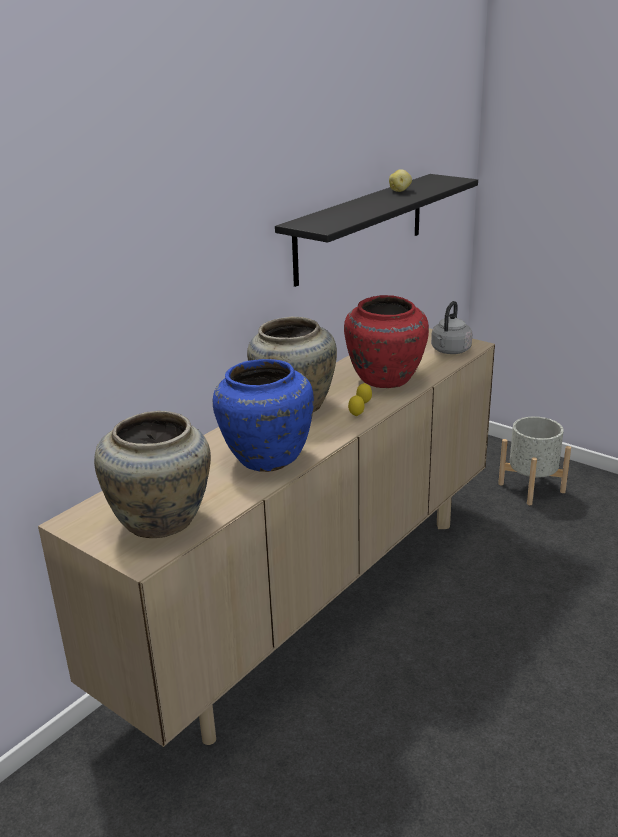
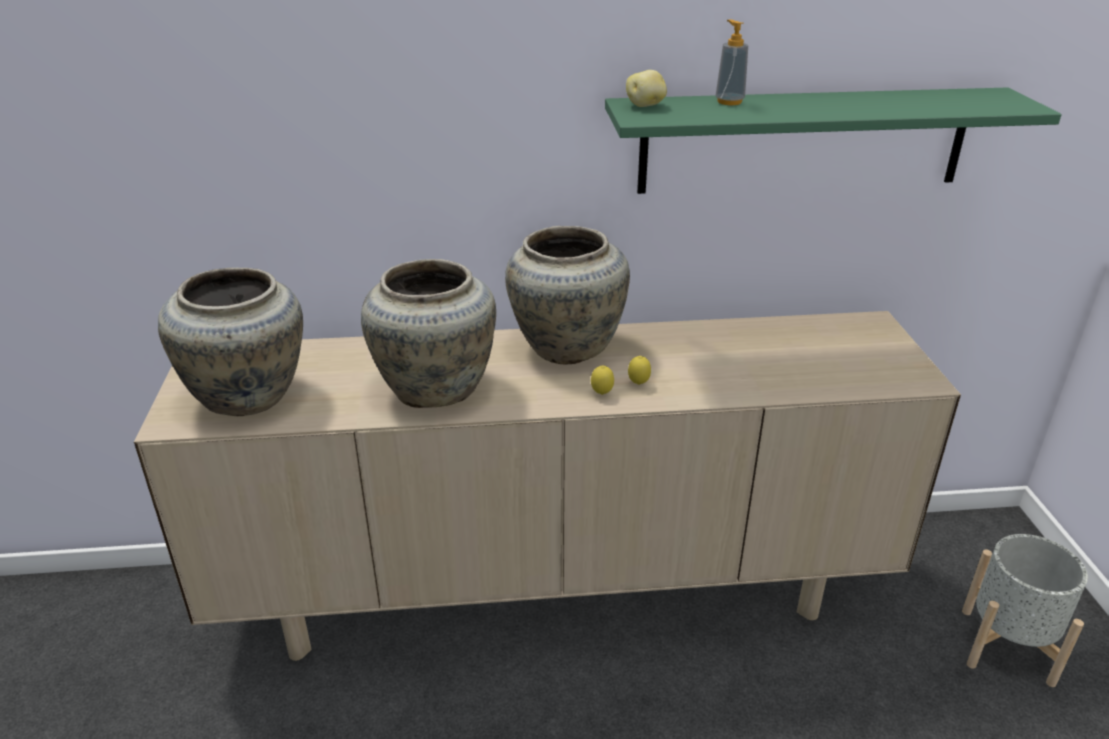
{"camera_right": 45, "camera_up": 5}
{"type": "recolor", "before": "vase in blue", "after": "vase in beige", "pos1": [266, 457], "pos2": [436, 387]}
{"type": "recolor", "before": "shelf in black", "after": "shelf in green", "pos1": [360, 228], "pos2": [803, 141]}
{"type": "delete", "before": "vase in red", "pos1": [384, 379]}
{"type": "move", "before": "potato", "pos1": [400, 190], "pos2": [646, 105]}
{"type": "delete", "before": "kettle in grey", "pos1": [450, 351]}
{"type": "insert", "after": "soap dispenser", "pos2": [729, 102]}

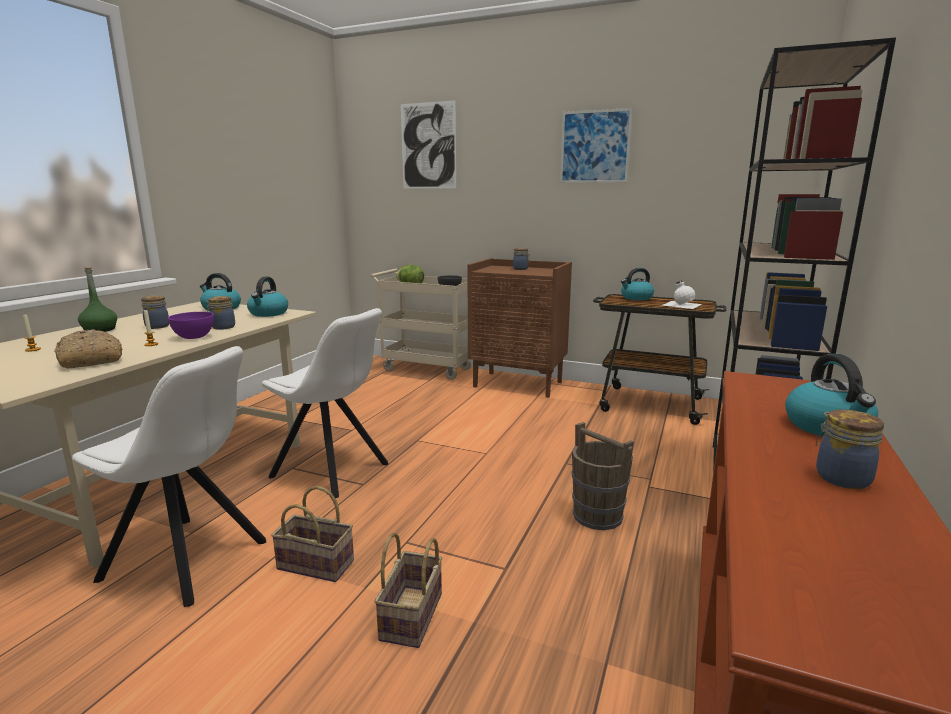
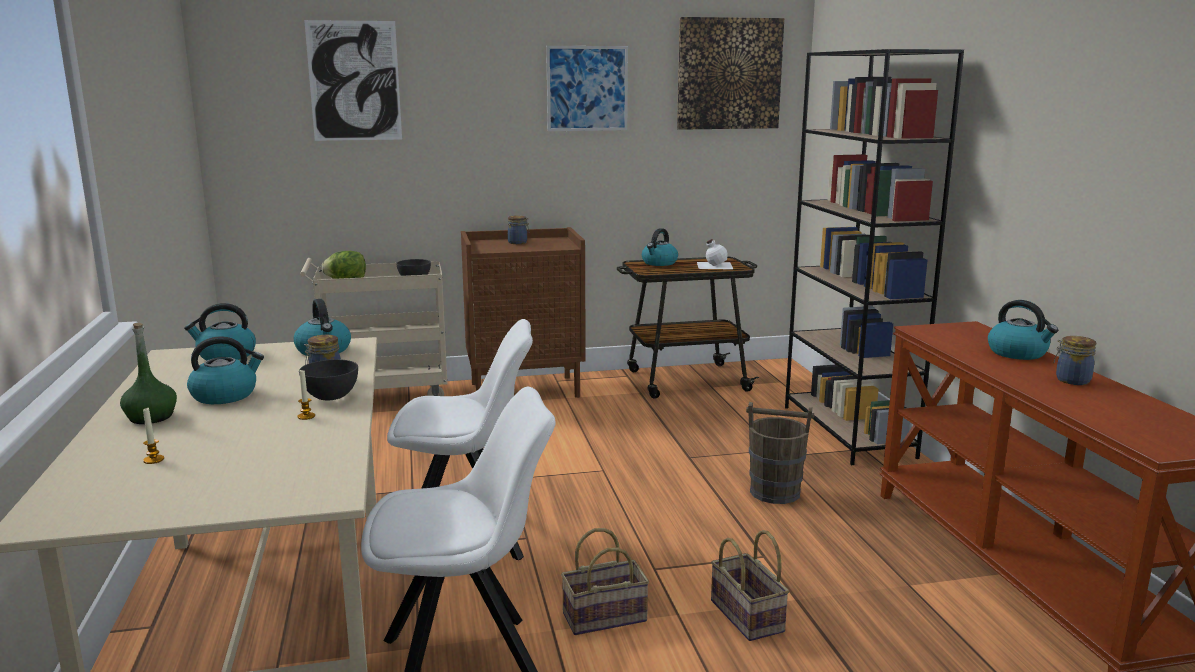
{"camera_right": -35, "camera_up": 0}
{"type": "delete", "before": "bread", "pos1": [89, 360]}
{"type": "replace", "before": "jar", "after": "kettle", "pos1": [158, 326], "pos2": [225, 395]}
{"type": "recolor", "before": "bowl in purple", "after": "bowl in grey", "pos1": [194, 337], "pos2": [331, 396]}
{"type": "insert", "after": "picture", "pos2": [729, 74]}

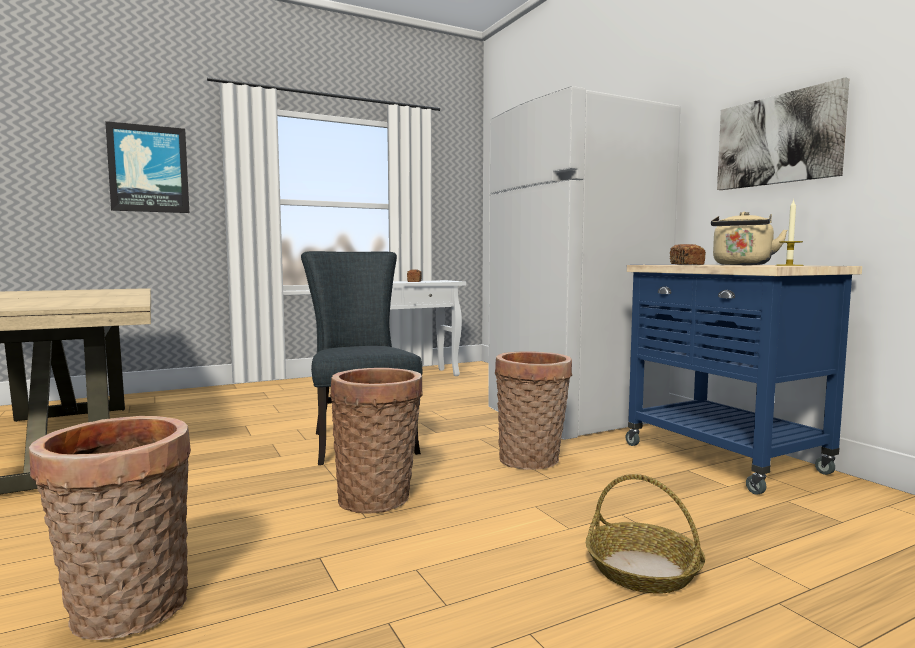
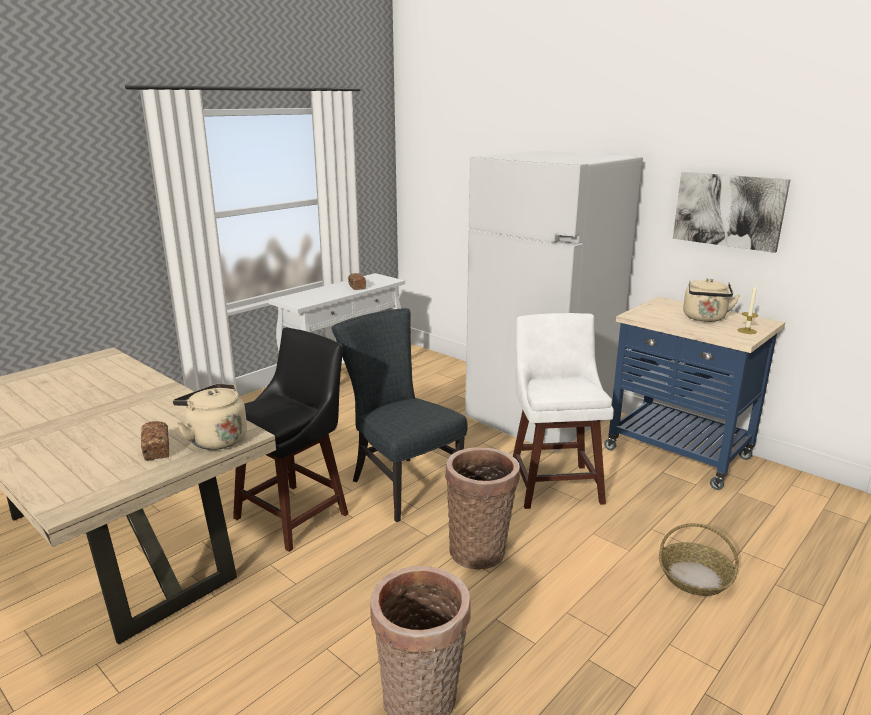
{"camera_right": -20, "camera_up": 15}
{"type": "delete", "before": "picture", "pos1": [148, 169]}
{"type": "replace", "before": "basket", "after": "chair in white", "pos1": [532, 461], "pos2": [554, 483]}
{"type": "move", "before": "bread", "pos1": [686, 264], "pos2": [157, 449]}
{"type": "insert", "after": "kettle in beige", "pos2": [215, 439]}
{"type": "insert", "after": "chair in black", "pos2": [296, 513]}

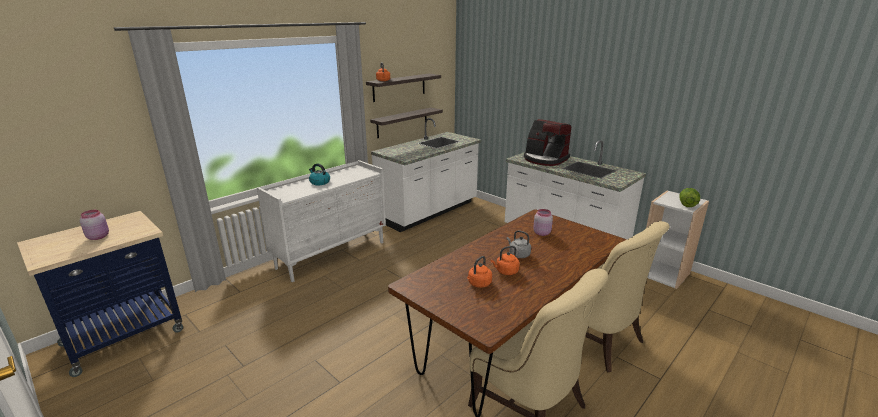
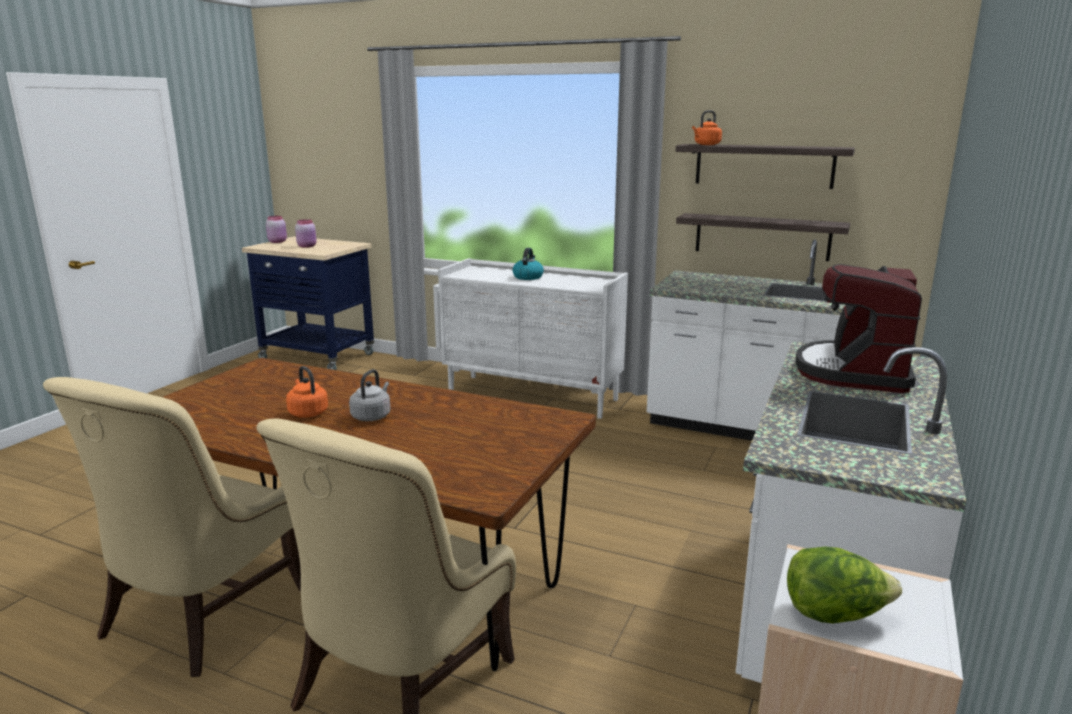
{"camera_right": 70, "camera_up": -5}
{"type": "delete", "before": "kettle in orange", "pos1": [478, 284]}
{"type": "move", "before": "jar in pink", "pos1": [541, 233], "pos2": [278, 241]}

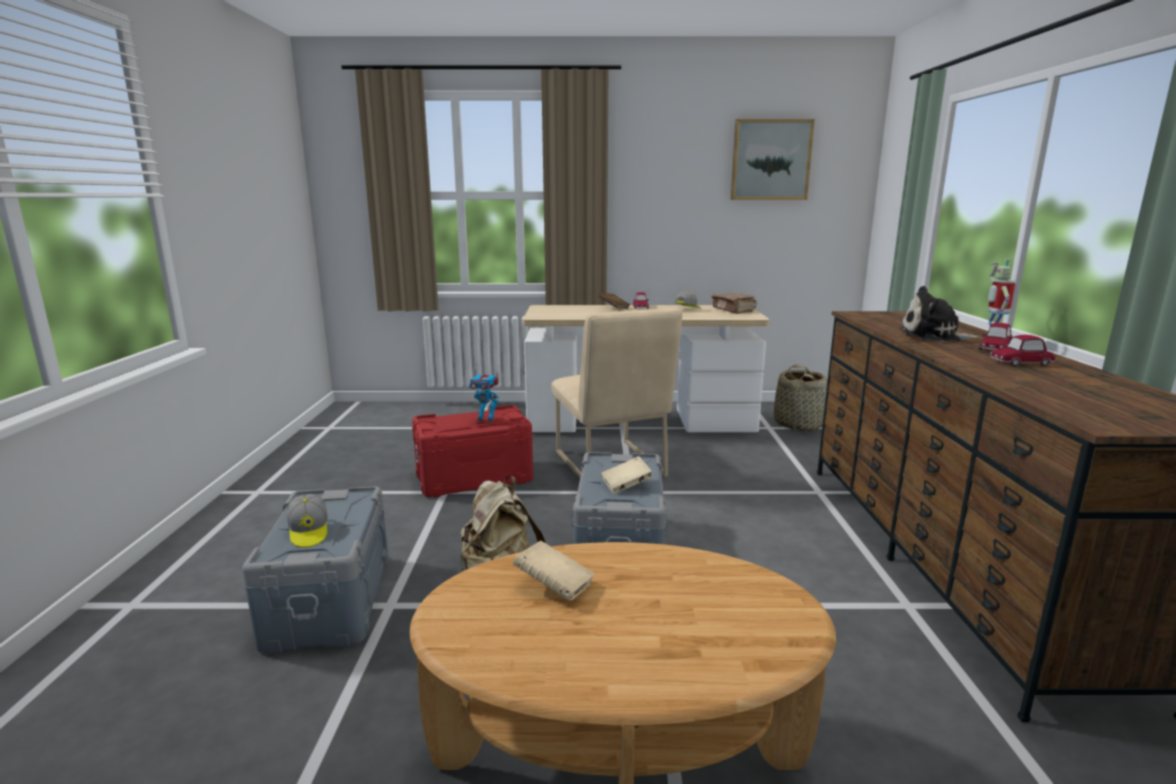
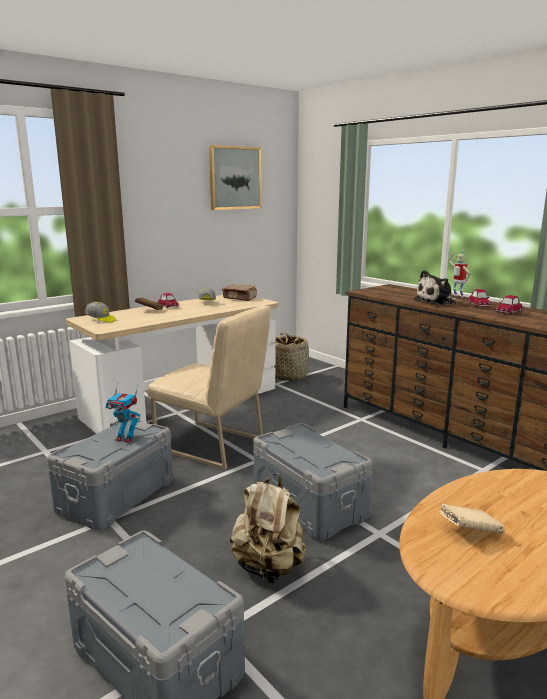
{"camera_right": -40, "camera_up": 0}
{"type": "move", "before": "cap", "pos1": [309, 532], "pos2": [101, 319]}
{"type": "recolor", "before": "storage box in red", "after": "storage box in grey", "pos1": [474, 477], "pos2": [115, 495]}
{"type": "rotate", "before": "toy robot", "pos1": [485, 421], "pos2": [125, 439], "turn": 45}
{"type": "delete", "before": "book in beige", "pos1": [626, 485]}

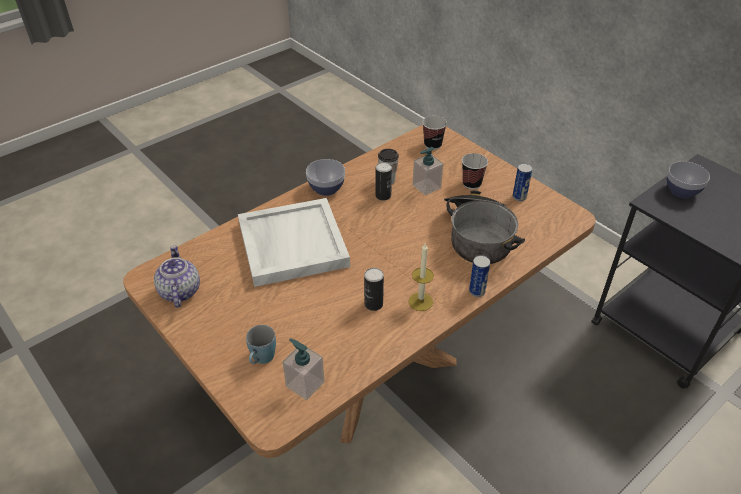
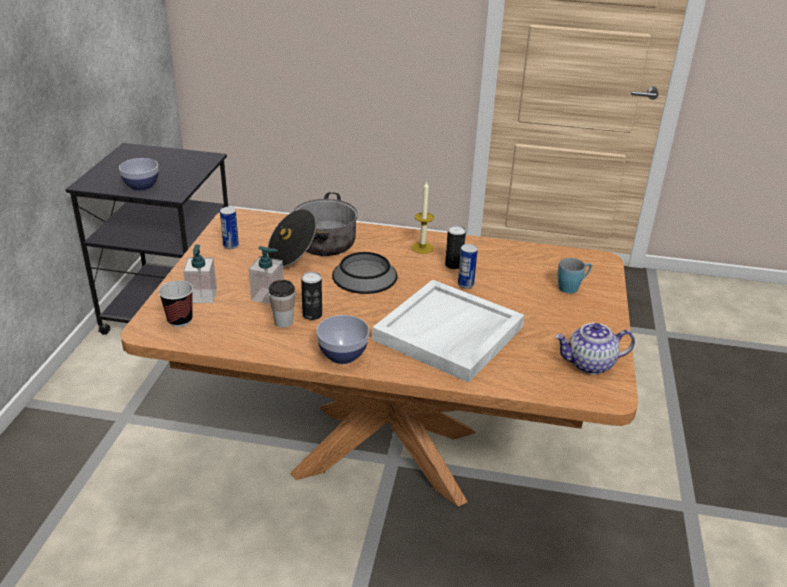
{"camera_right": -130, "camera_up": -10}
{"type": "rotate", "before": "teapot", "pos1": [179, 291], "pos2": [589, 364], "turn": 45}
{"type": "move", "before": "soap dispenser", "pos1": [305, 384], "pos2": [202, 296]}
{"type": "delete", "before": "cup", "pos1": [471, 184]}
{"type": "move", "before": "can", "pos1": [477, 291], "pos2": [465, 284]}
{"type": "insert", "after": "bowl", "pos2": [364, 276]}

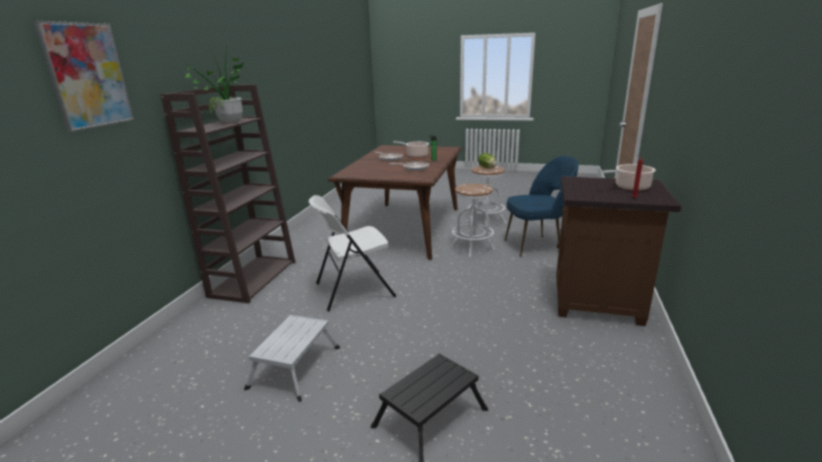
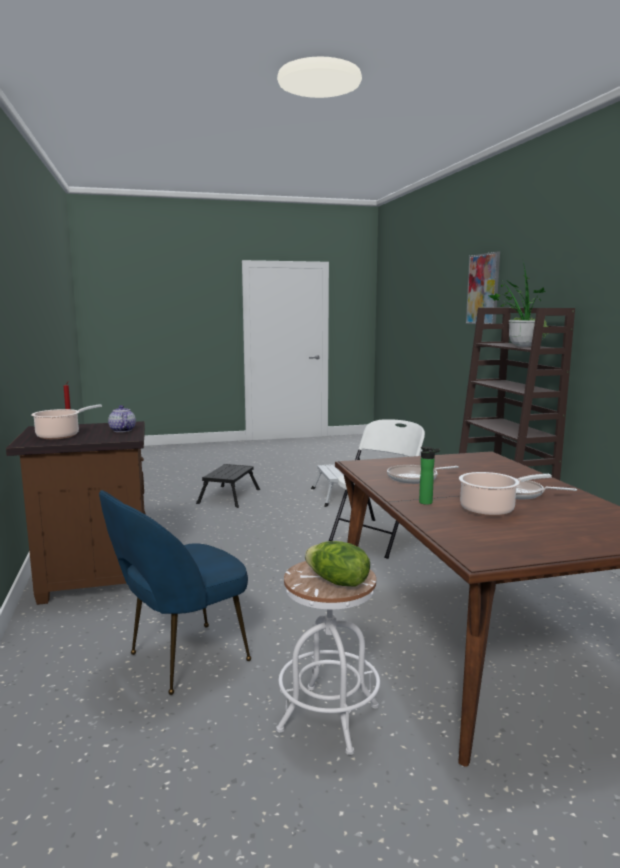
{"camera_right": 150, "camera_up": -10}
{"type": "delete", "before": "stool in white", "pos1": [472, 248]}
{"type": "insert", "after": "teapot", "pos2": [122, 430]}

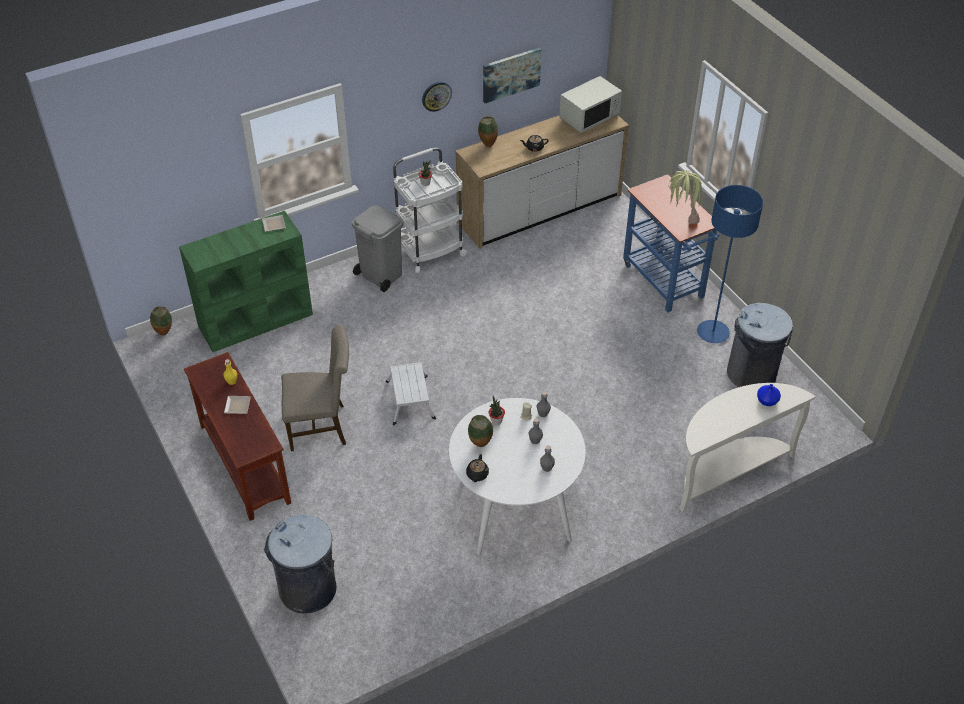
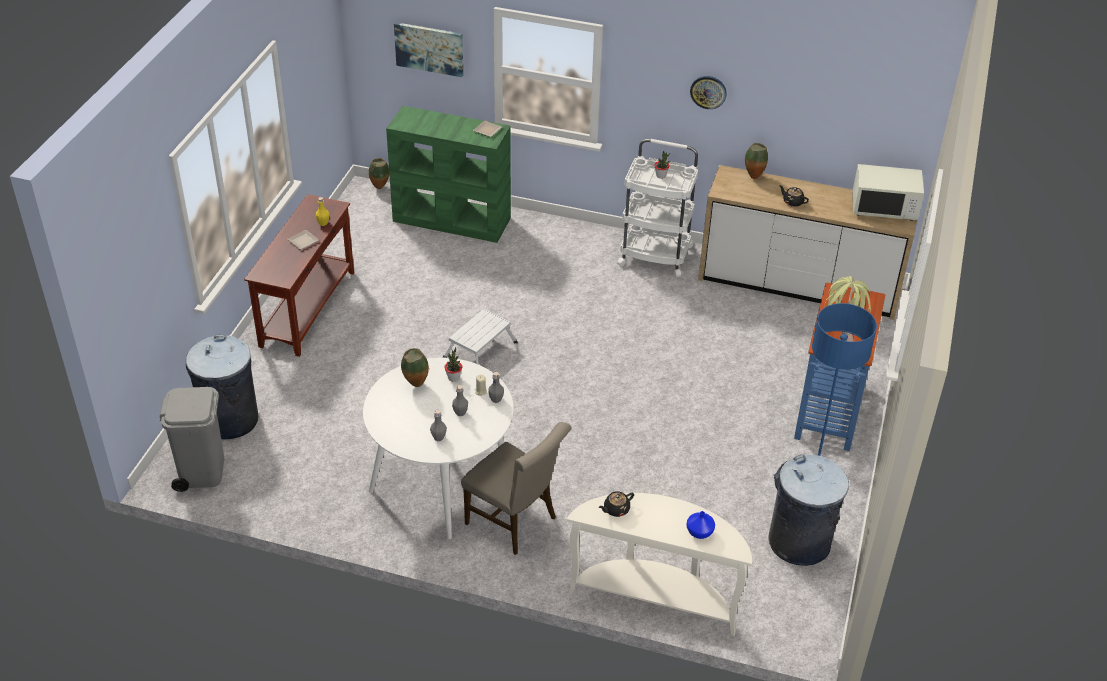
{"camera_right": 45, "camera_up": -5}
{"type": "move", "before": "chair in beige", "pos1": [322, 426], "pos2": [515, 522]}
{"type": "move", "before": "trash can in grey", "pos1": [380, 274], "pos2": [202, 471]}
{"type": "move", "before": "teapot in black", "pos1": [477, 475], "pos2": [616, 509]}
{"type": "move", "before": "picture", "pos1": [511, 74], "pos2": [429, 48]}

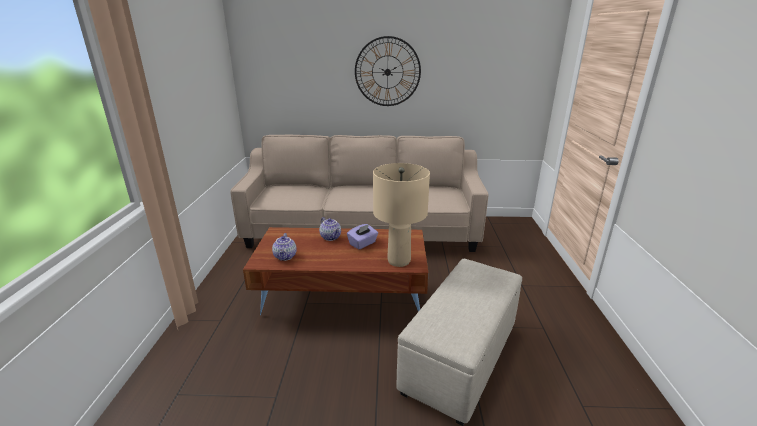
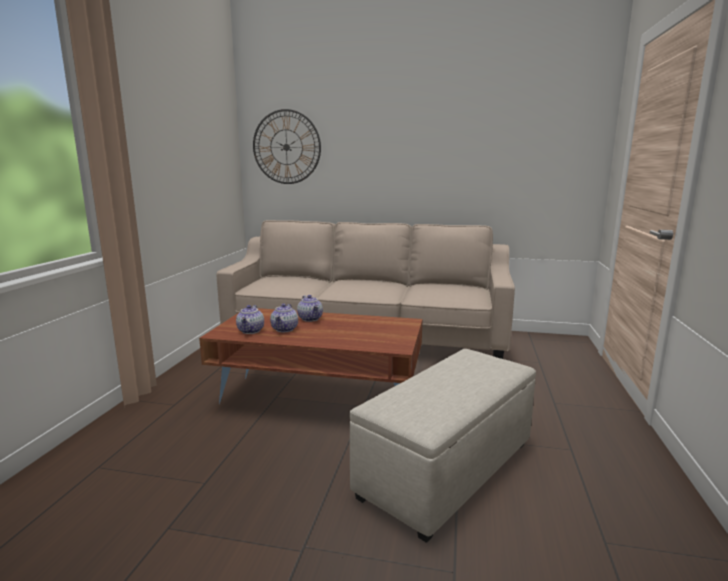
{"camera_right": 10, "camera_up": -10}
{"type": "delete", "before": "tissue box in purple", "pos1": [363, 244]}
{"type": "move", "before": "wall clock", "pos1": [387, 72], "pos2": [286, 147]}
{"type": "delete", "before": "table lamp in beige", "pos1": [399, 261]}
{"type": "insert", "after": "teapot", "pos2": [285, 329]}

